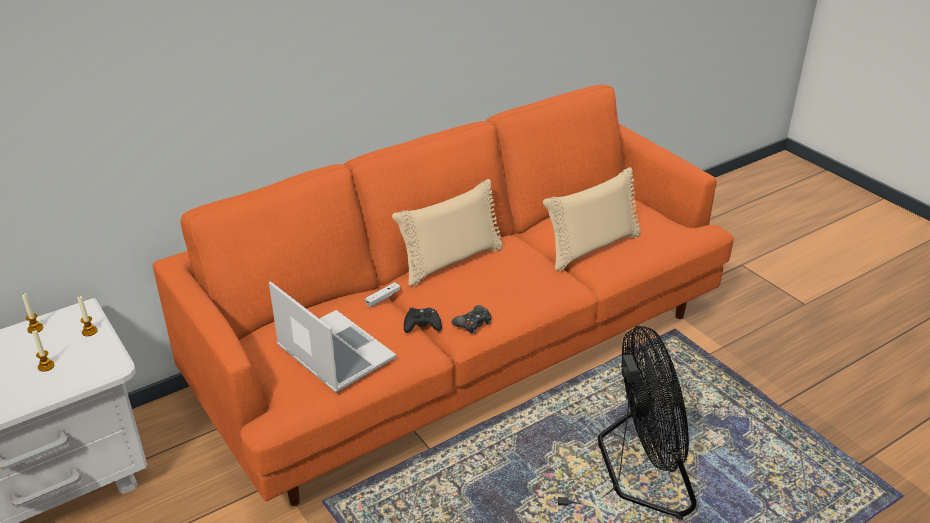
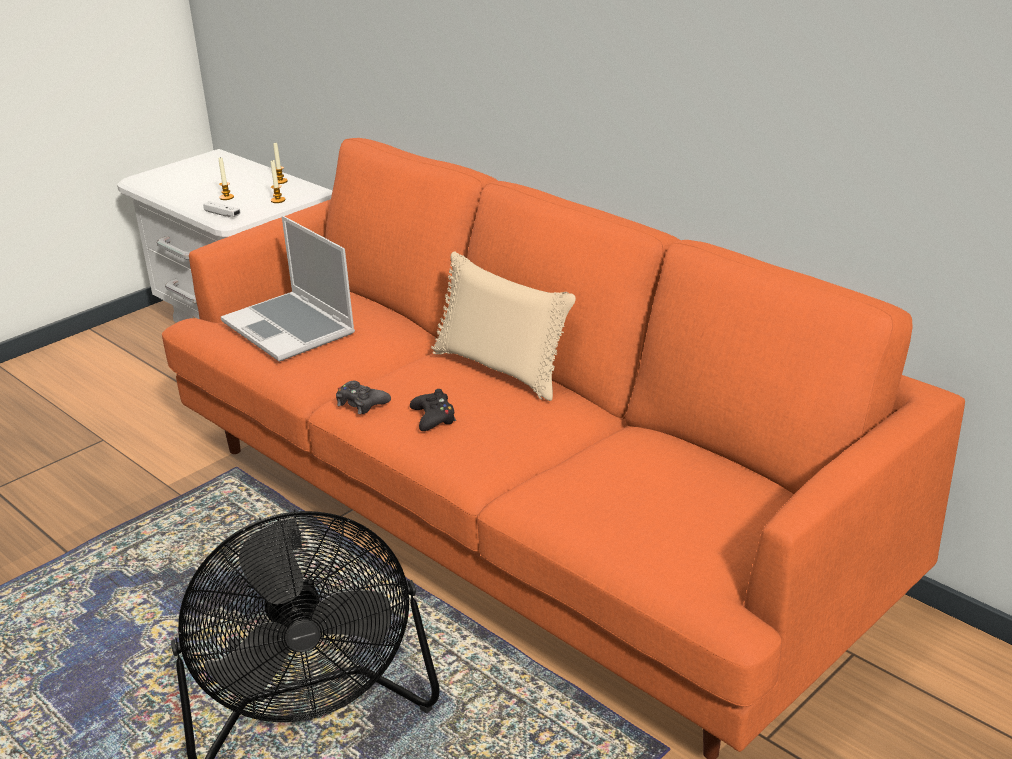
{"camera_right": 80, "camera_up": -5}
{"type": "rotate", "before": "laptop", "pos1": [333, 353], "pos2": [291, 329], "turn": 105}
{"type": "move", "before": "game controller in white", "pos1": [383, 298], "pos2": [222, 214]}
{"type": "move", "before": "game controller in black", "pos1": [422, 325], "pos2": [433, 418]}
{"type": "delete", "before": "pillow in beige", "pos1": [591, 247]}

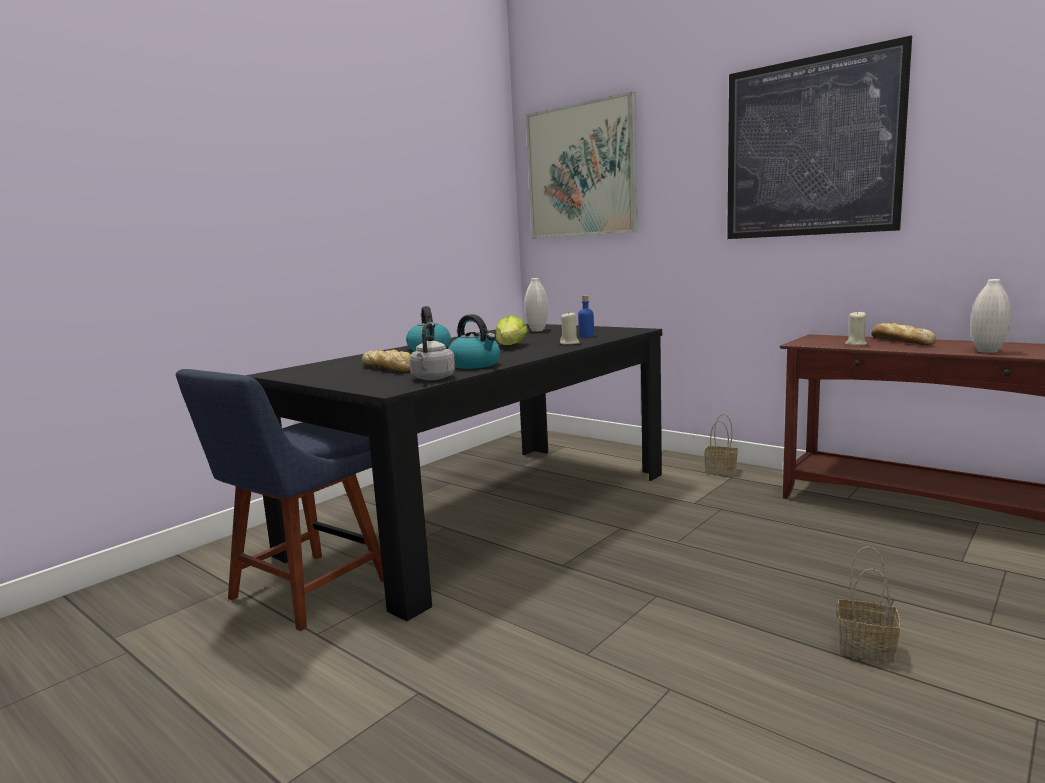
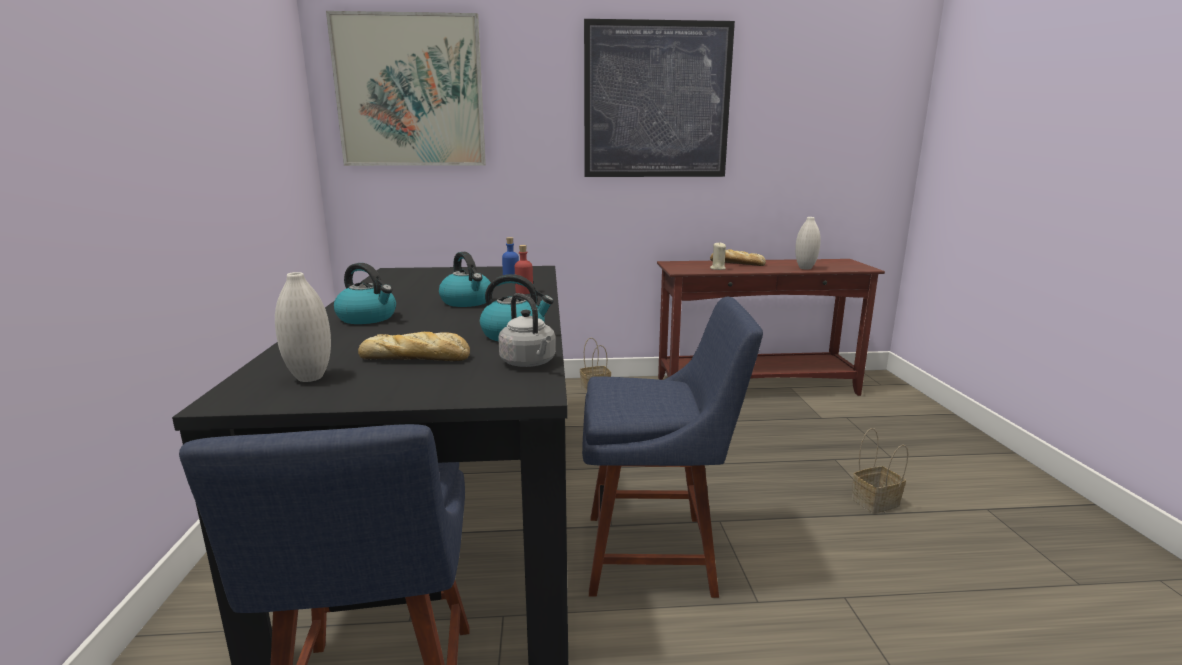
{"camera_right": -45, "camera_up": 5}
{"type": "replace", "before": "lettuce", "after": "kettle", "pos1": [511, 346], "pos2": [467, 302]}
{"type": "move", "before": "vase in white", "pos1": [537, 330], "pos2": [310, 377]}
{"type": "replace", "before": "candle in beige", "after": "bottle in red", "pos1": [569, 343], "pos2": [524, 292]}
{"type": "insert", "after": "chair in blue", "pos2": [657, 553]}

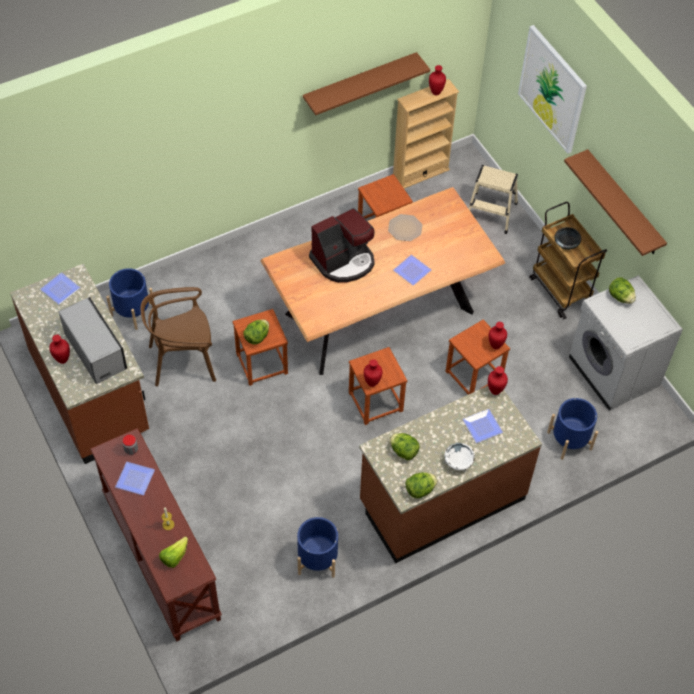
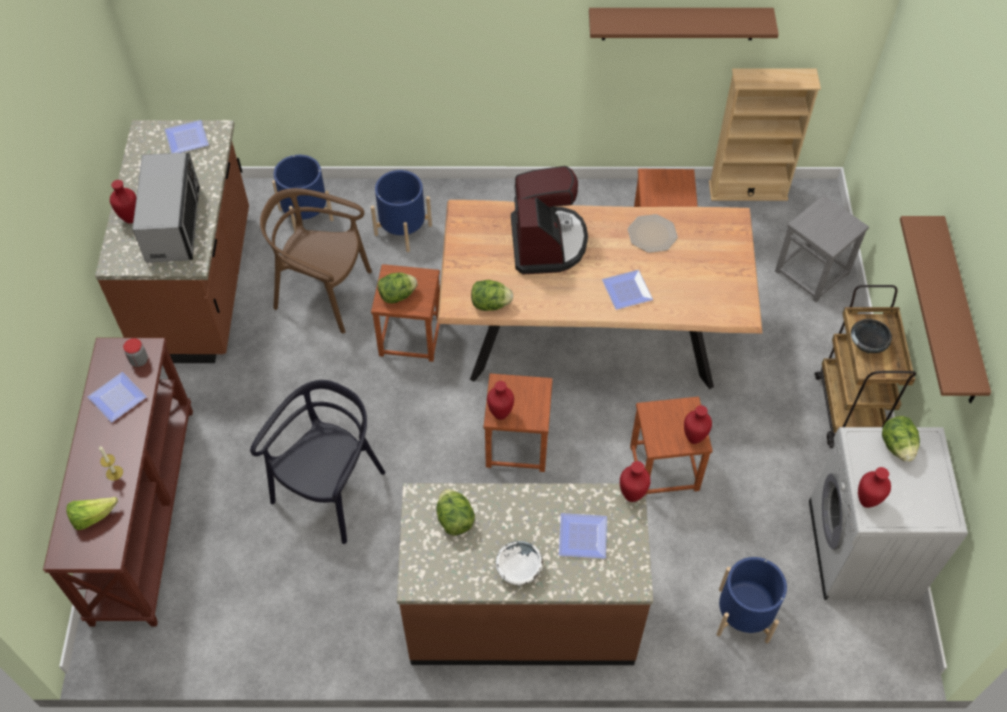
{"camera_right": 30, "camera_up": 0}
{"type": "move", "before": "planter in blue", "pos1": [317, 559], "pos2": [403, 230]}
{"type": "rotate", "before": "coffee machine", "pos1": [343, 261], "pos2": [547, 243], "turn": -90}
{"type": "move", "before": "lettuce", "pos1": [420, 490], "pos2": [490, 304]}
{"type": "move", "before": "vase in red", "pos1": [436, 93], "pos2": [866, 502]}
{"type": "replace", "before": "step ladder in beige", "after": "stool in grey", "pos1": [491, 212], "pos2": [812, 272]}
{"type": "delete", "before": "picture", "pos1": [552, 89]}
{"type": "insert", "after": "chair in black", "pos2": [331, 491]}

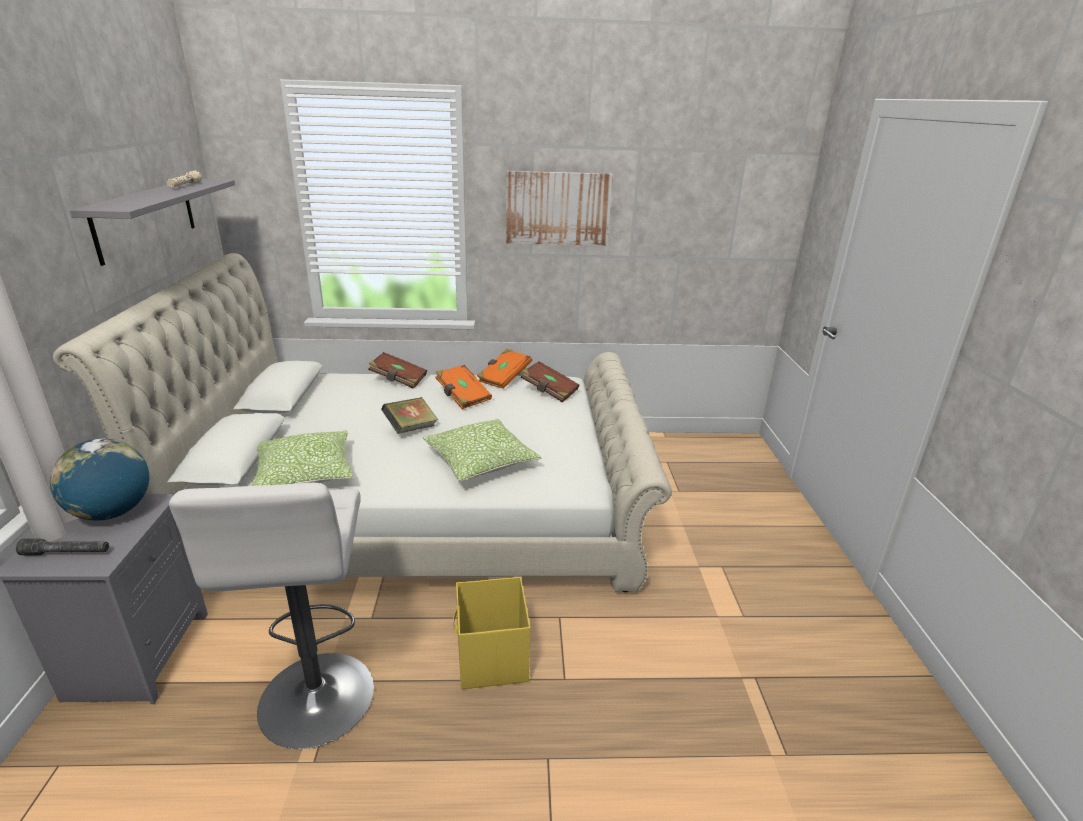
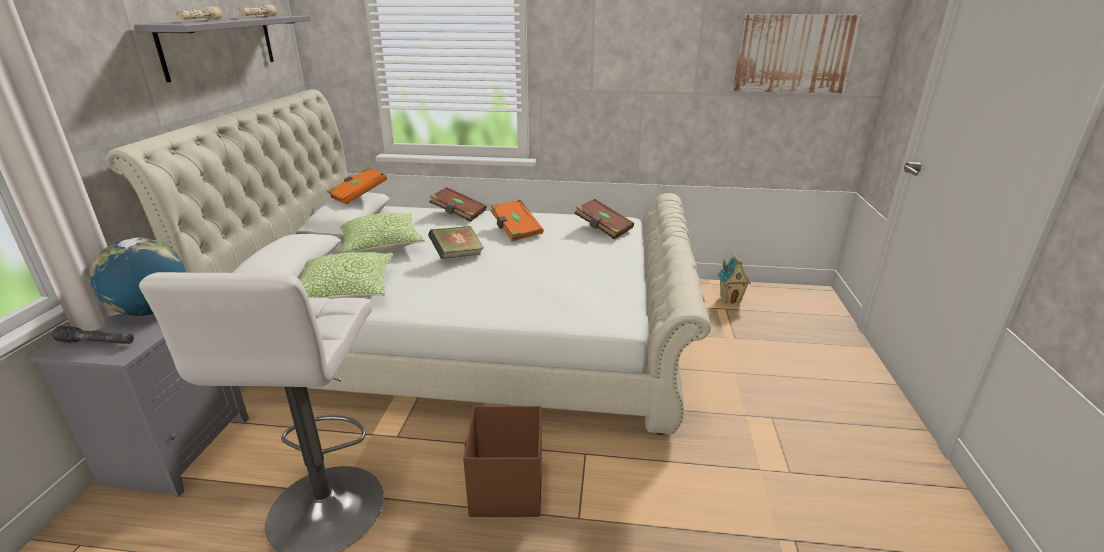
{"camera_right": 10, "camera_up": 0}
{"type": "move", "before": "pillow", "pos1": [480, 461], "pos2": [381, 245]}
{"type": "recolor", "before": "storage box in yellow", "after": "storage box in brown", "pos1": [491, 659], "pos2": [506, 489]}
{"type": "move", "before": "book in orange", "pos1": [504, 378], "pos2": [358, 196]}
{"type": "move", "before": "picture", "pos1": [558, 208], "pos2": [793, 54]}
{"type": "insert", "after": "flashlight in beige", "pos2": [200, 20]}
{"type": "insert", "after": "toy house", "pos2": [730, 299]}

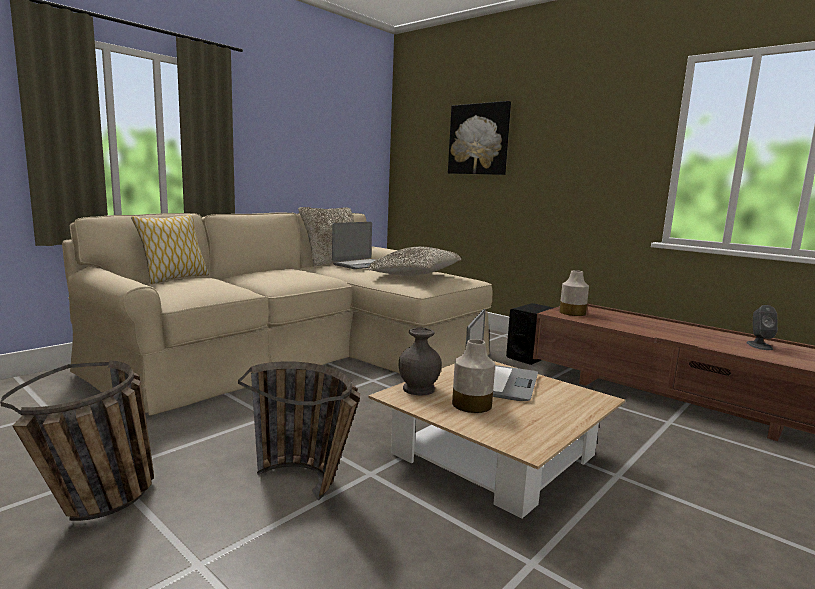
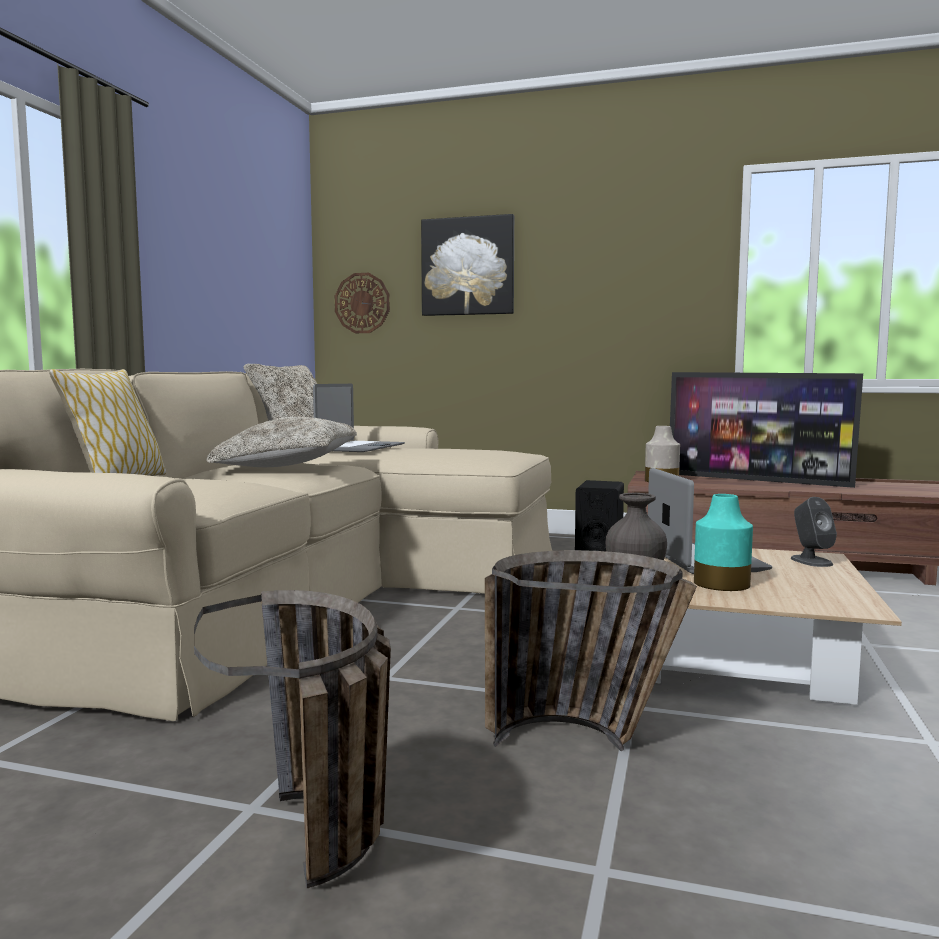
{"camera_right": -25, "camera_up": -5}
{"type": "move", "before": "pillow in beige", "pos1": [414, 275], "pos2": [287, 466]}
{"type": "recolor", "before": "vase in beige", "after": "vase in turquoise", "pos1": [472, 404], "pos2": [722, 583]}
{"type": "move", "before": "speaker in grey", "pos1": [759, 345], "pos2": [811, 561]}
{"type": "insert", "after": "wall clock", "pos2": [362, 303]}
{"type": "insert", "after": "television", "pos2": [757, 481]}

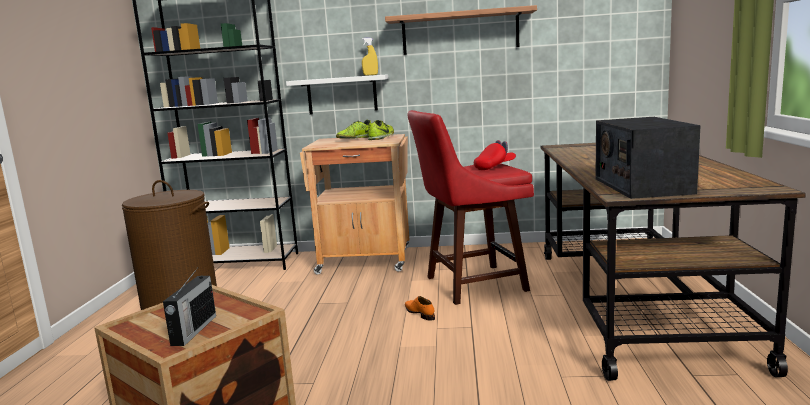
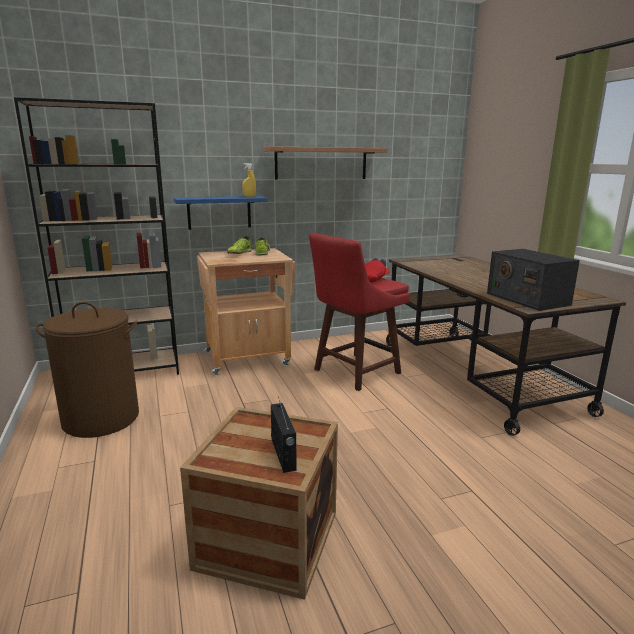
{"camera_right": -25, "camera_up": 5}
{"type": "recolor", "before": "shelf in white", "after": "shelf in blue", "pos1": [342, 95], "pos2": [219, 212]}
{"type": "delete", "before": "shoe in orange", "pos1": [419, 313]}

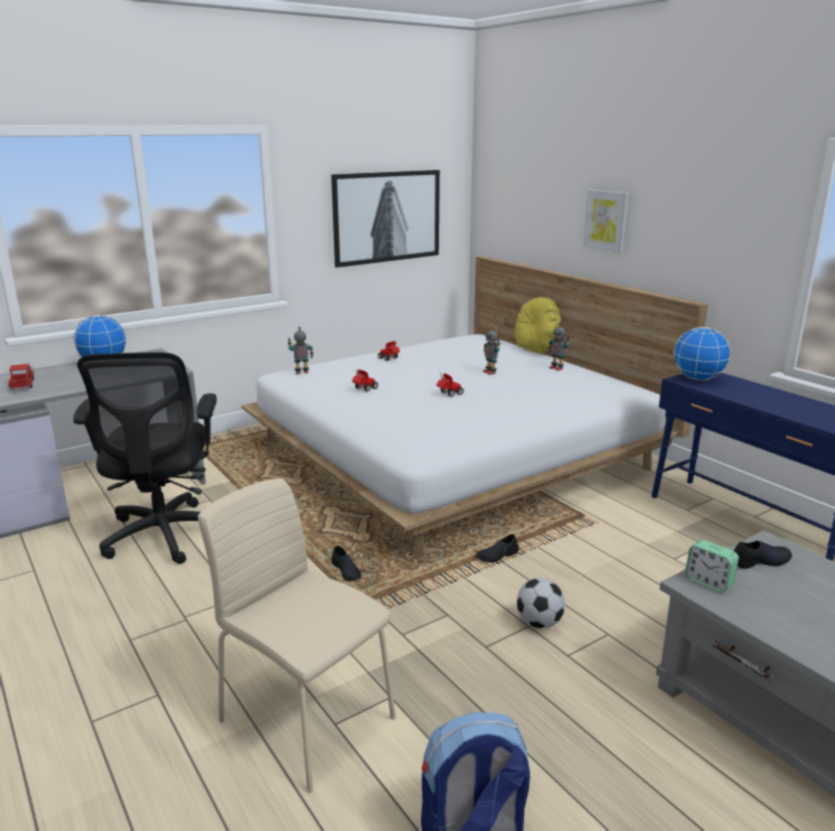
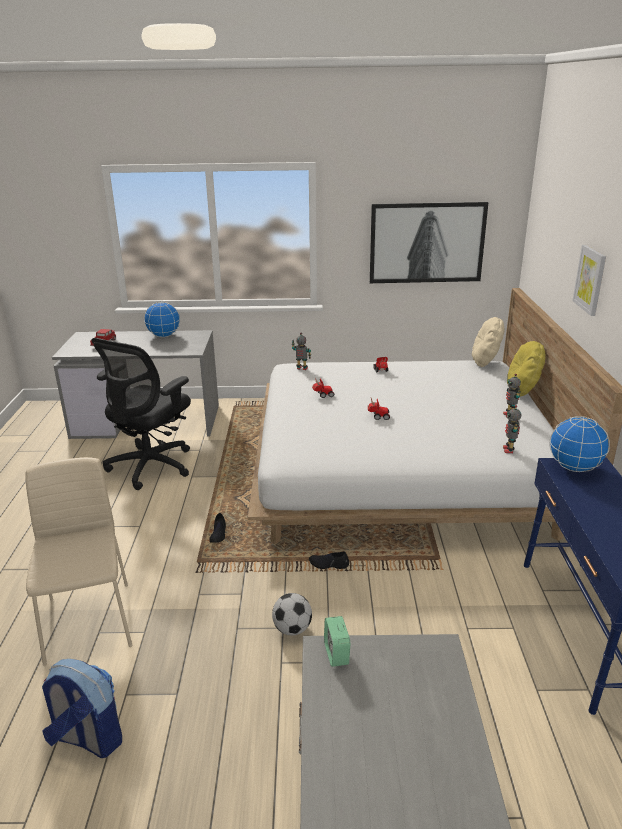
{"camera_right": 35, "camera_up": 5}
{"type": "move", "before": "toy robot", "pos1": [490, 372], "pos2": [509, 450]}
{"type": "delete", "before": "shoe in black", "pos1": [759, 561]}
{"type": "insert", "after": "pillow in beige", "pos2": [485, 363]}

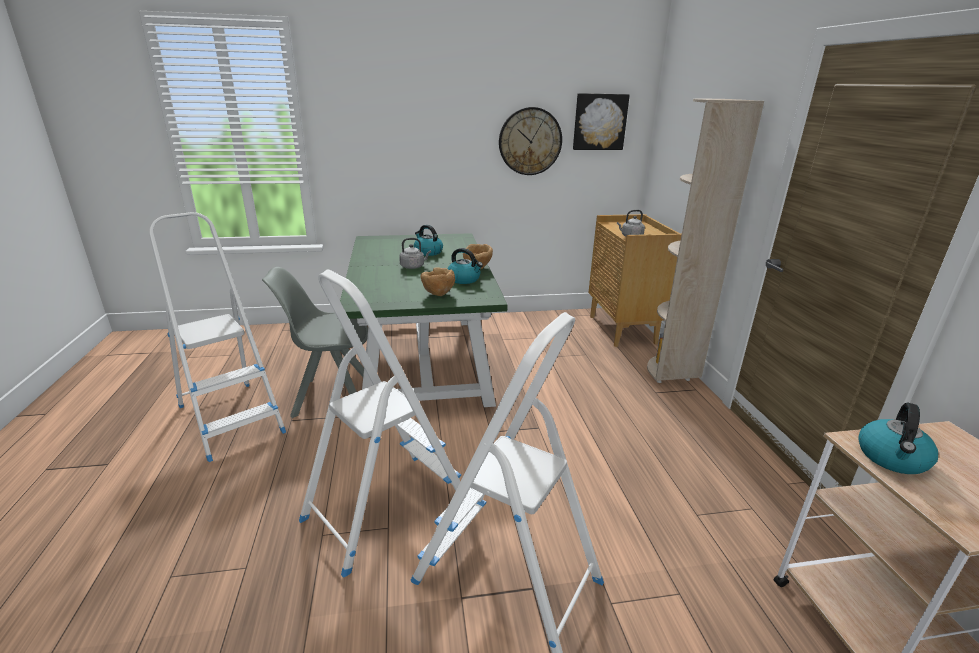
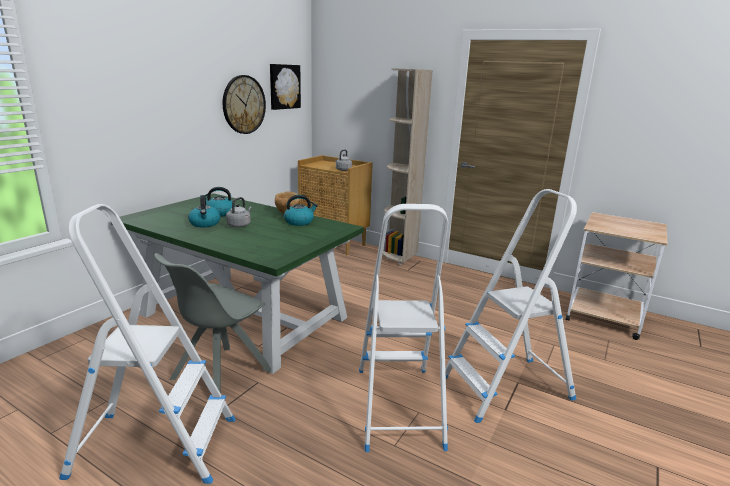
{"camera_right": -50, "camera_up": -5}
{"type": "delete", "before": "bowl in brown", "pos1": [438, 294]}
{"type": "move", "before": "kettle", "pos1": [892, 458], "pos2": [205, 224]}

